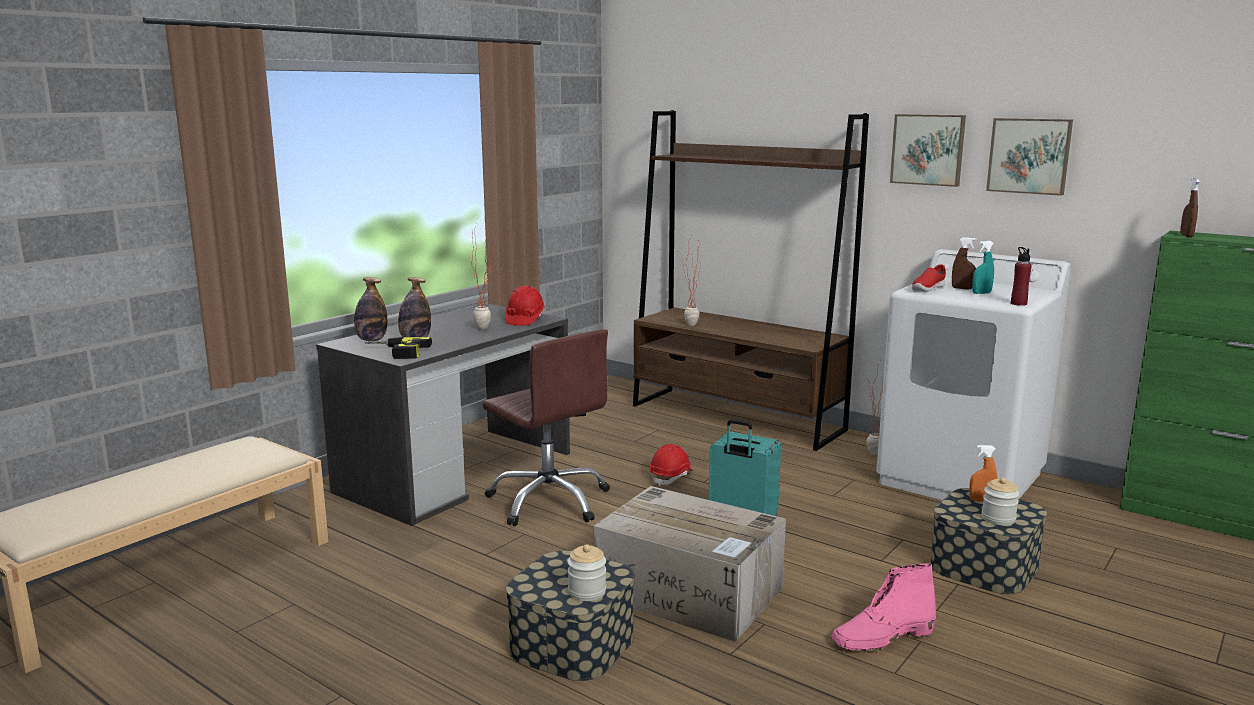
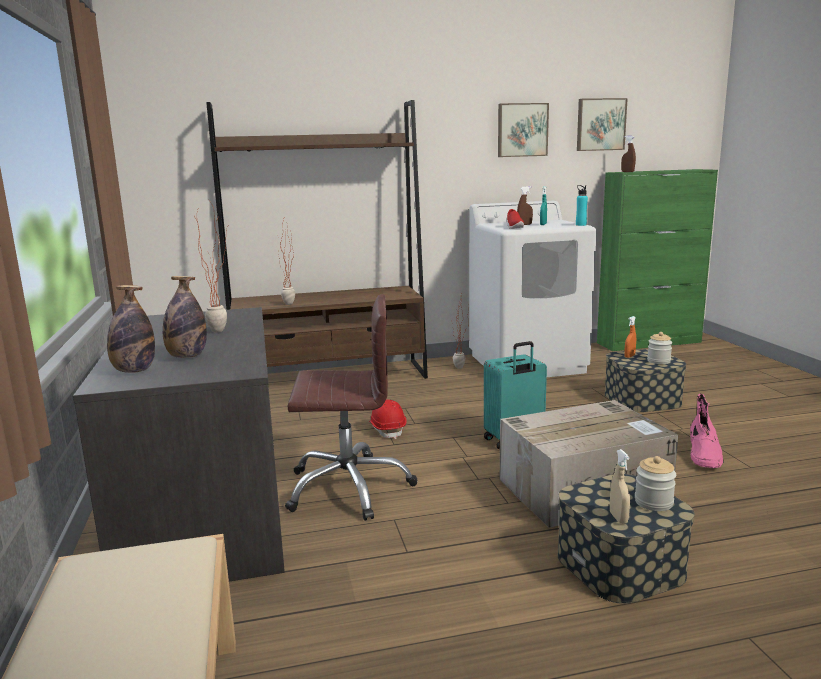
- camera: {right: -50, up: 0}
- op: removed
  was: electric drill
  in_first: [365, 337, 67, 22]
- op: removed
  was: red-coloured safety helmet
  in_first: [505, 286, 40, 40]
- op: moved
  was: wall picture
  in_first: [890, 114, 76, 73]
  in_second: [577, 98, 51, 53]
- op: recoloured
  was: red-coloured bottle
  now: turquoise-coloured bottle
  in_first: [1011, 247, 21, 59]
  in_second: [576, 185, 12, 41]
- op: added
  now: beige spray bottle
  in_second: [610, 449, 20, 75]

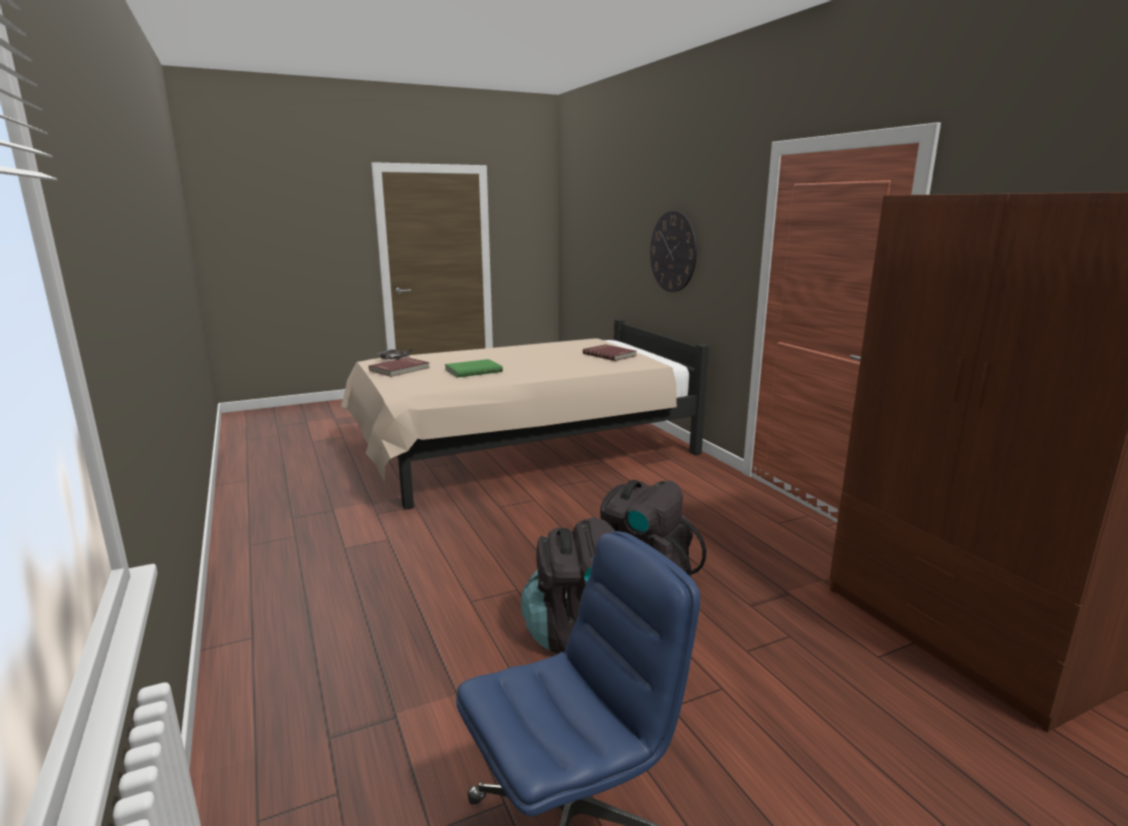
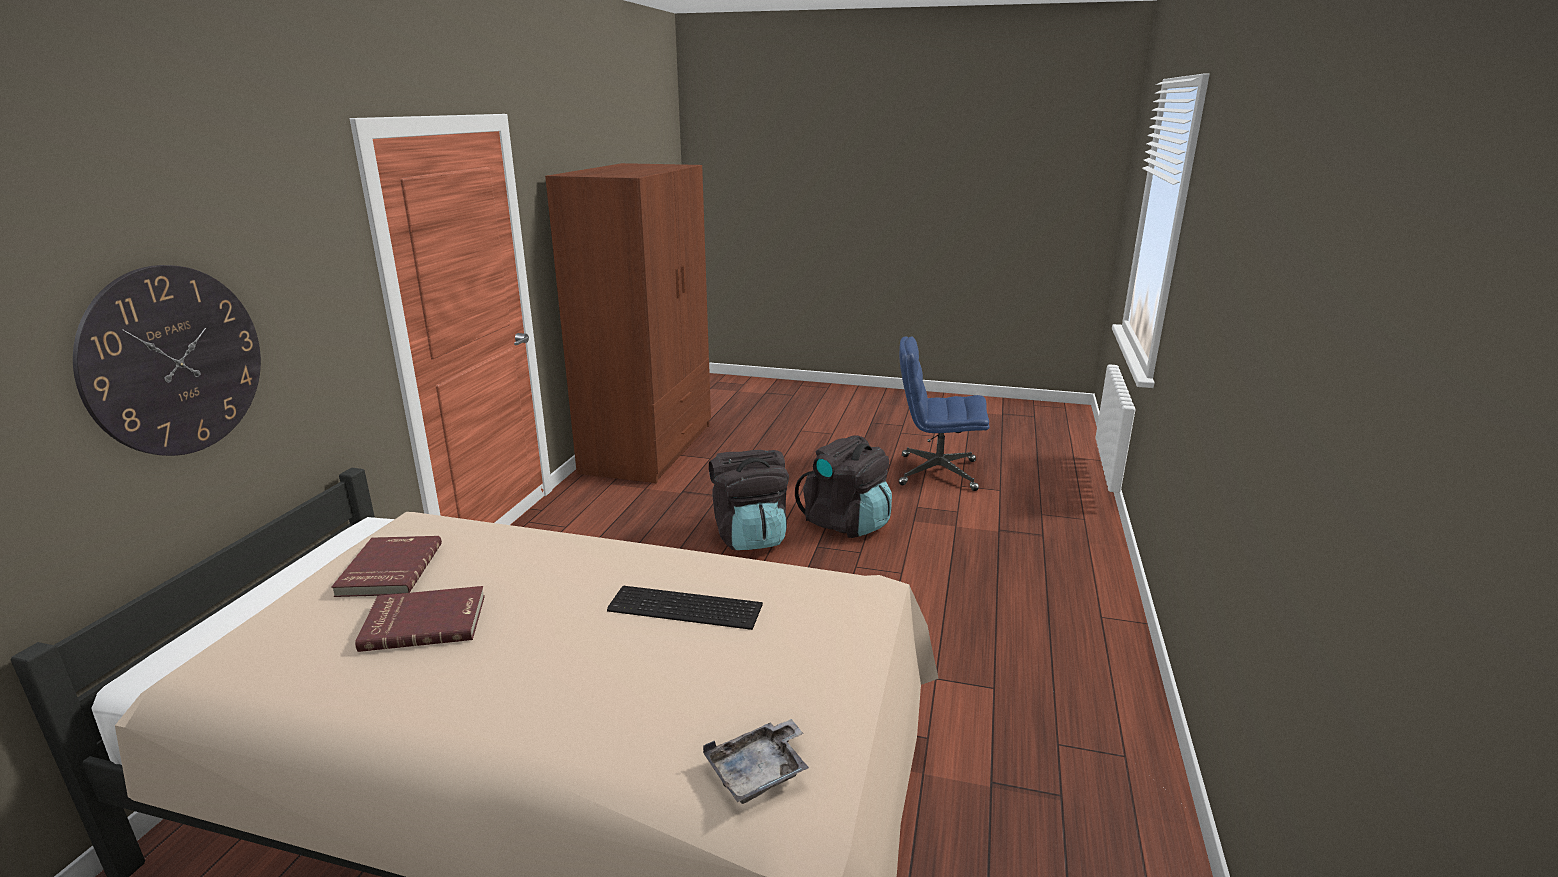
- camera: {right: -140, up: 5}
- op: moved
  was: red-coloured bound book
  in_first: [369, 357, 61, 20]
  in_second: [355, 586, 130, 66]
- op: replaced
  was: green-coloured bound book
  now: keyboard
  in_first: [445, 359, 58, 18]
  in_second: [607, 586, 156, 44]

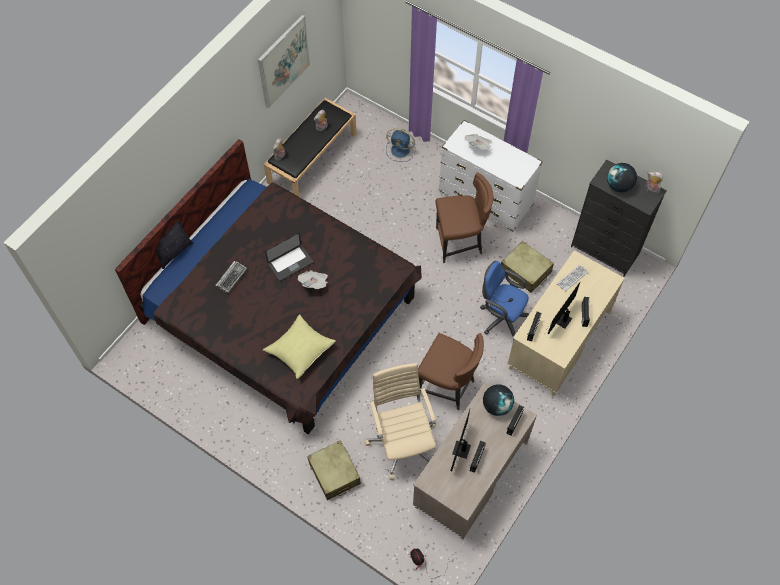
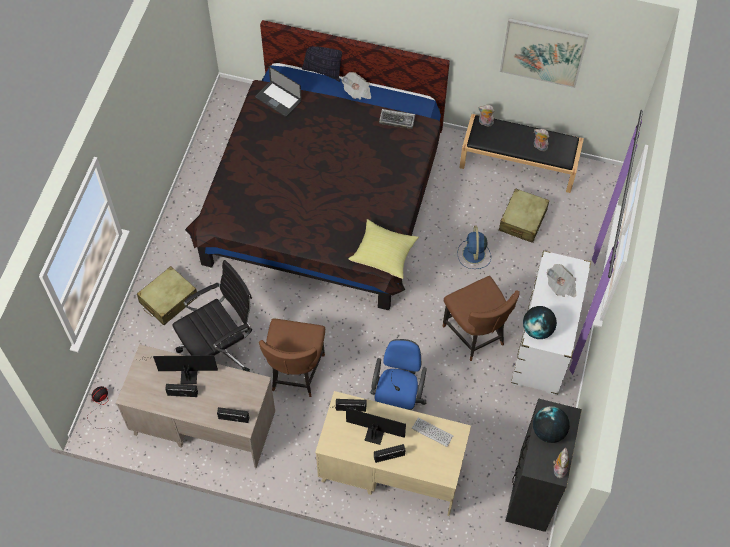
- camera: {right: 70, up: 0}
- op: moved
  was: keyboard
  in_first: [215, 261, 32, 33]
  in_second: [379, 109, 36, 20]
- op: moved
  was: yellow cushion
  in_first: [263, 314, 73, 65]
  in_second: [348, 219, 71, 60]
- op: moved
  was: laptop
  in_first: [265, 233, 48, 48]
  in_second: [255, 66, 47, 51]
- op: moved
  was: printed paper
  in_first: [298, 270, 30, 19]
  in_second: [341, 72, 30, 28]
- op: recoloured
  was: beige computer chair
  now: black-coloured computer chair
  in_first: [365, 363, 71, 117]
  in_second: [173, 260, 79, 112]
- op: moved
  was: bluish fan
  in_first: [386, 128, 29, 34]
  in_second: [458, 225, 33, 44]
- op: moved
  was: desk globe
  in_first: [483, 385, 31, 31]
  in_second: [523, 306, 34, 33]
- op: moved
  was: beige piece of luggage
  in_first: [501, 241, 53, 51]
  in_second: [499, 188, 50, 55]

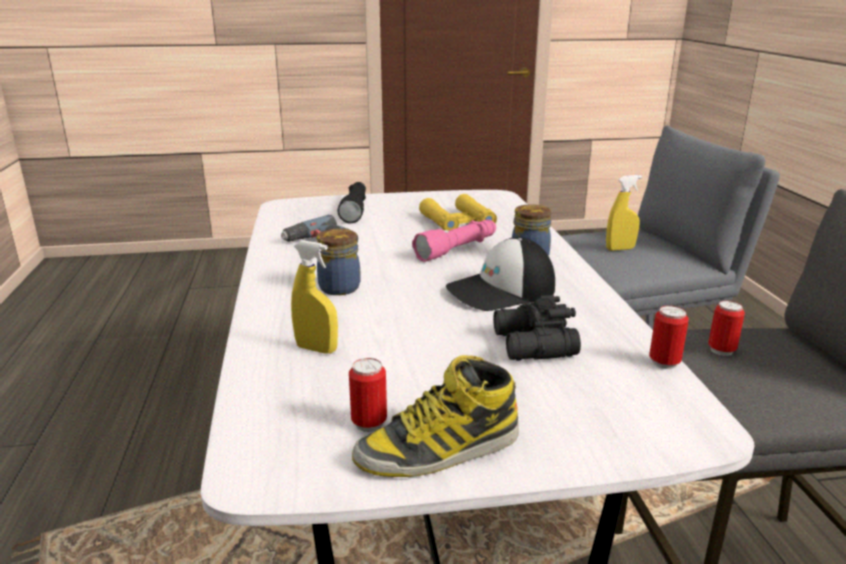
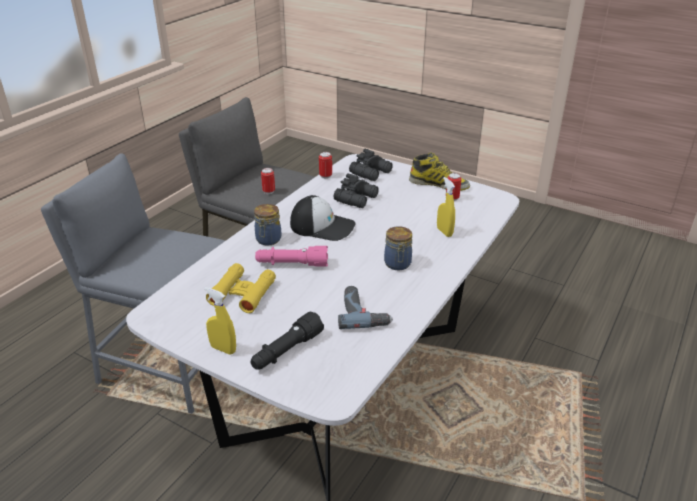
- camera: {right: -140, up: 10}
- op: moved
  was: yellow spray bottle
  in_first: [606, 175, 36, 76]
  in_second: [204, 287, 32, 67]
- op: added
  now: black-coloured pair of binoculars
  in_second: [349, 149, 44, 32]

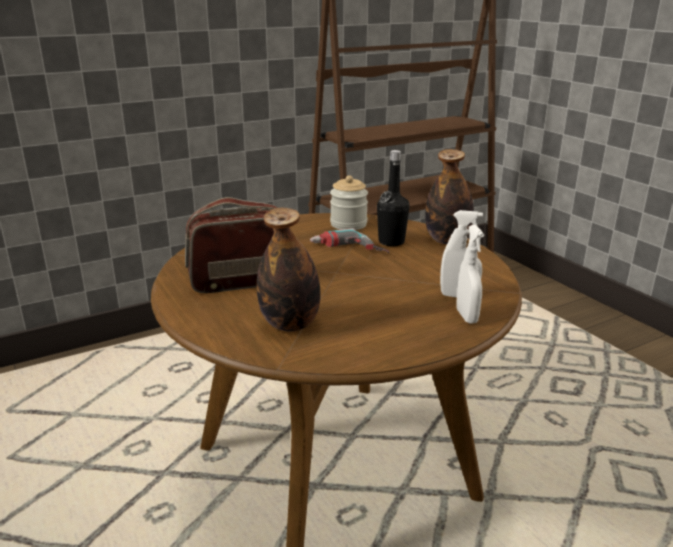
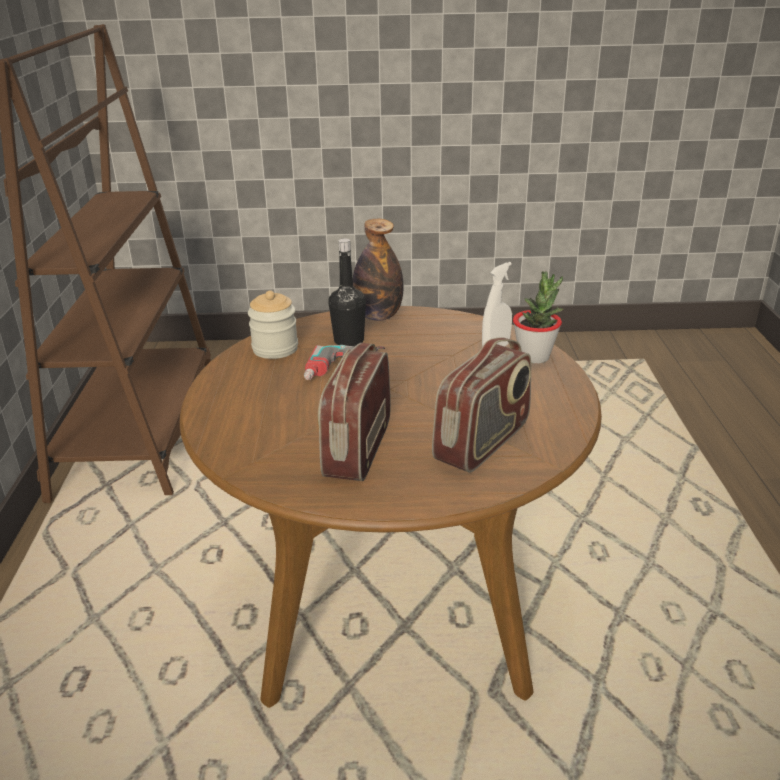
- camera: {right: -60, up: 5}
- op: replaced
  was: bottle
  now: radio receiver
  in_first: [257, 208, 64, 123]
  in_second: [432, 337, 99, 136]
- op: replaced
  was: white-coloured spray bottle
  now: houseplant
  in_first: [456, 225, 28, 99]
  in_second: [513, 271, 50, 93]

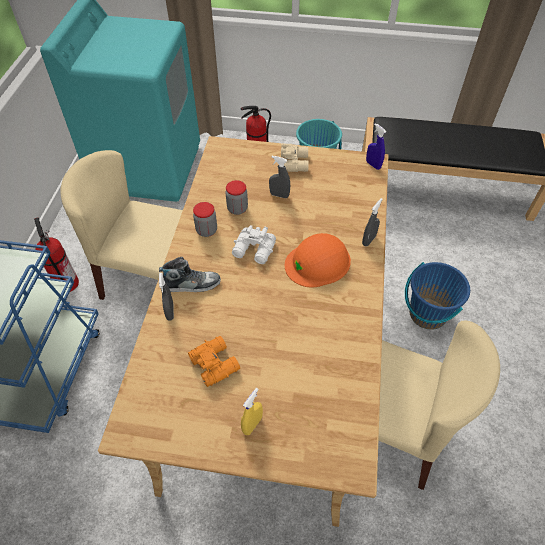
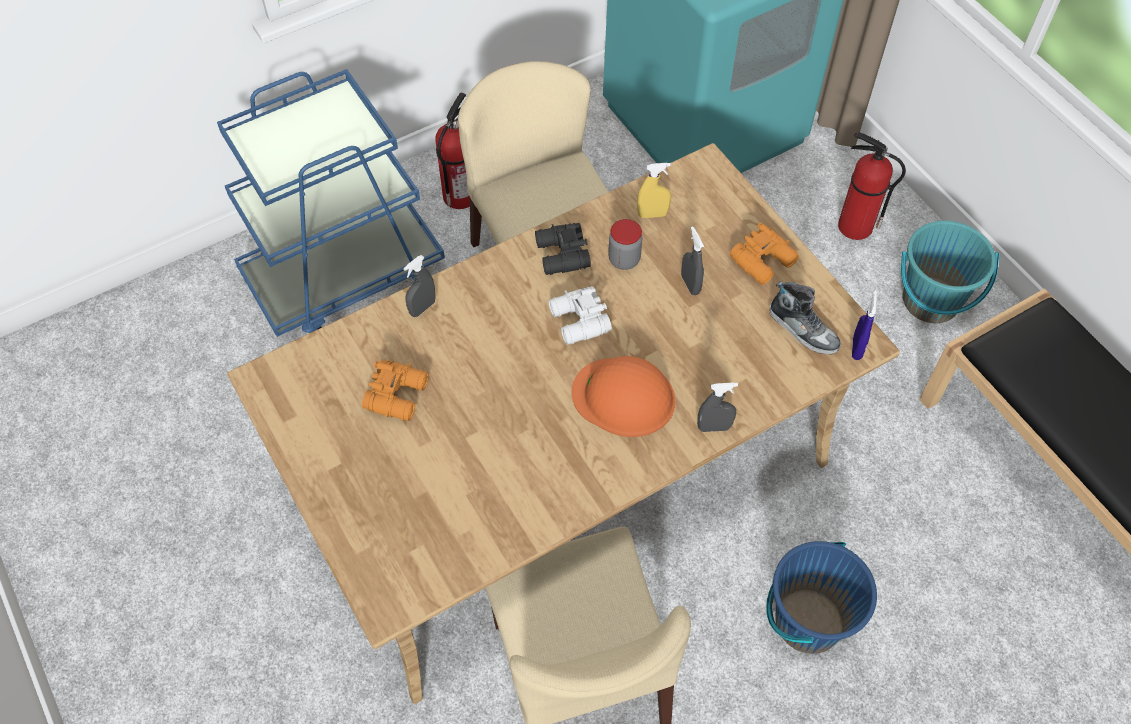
- camera: {right: 50, up: 5}
- op: moved
  was: shoe
  in_first: [159, 257, 62, 35]
  in_second: [770, 281, 71, 74]
- op: replaced
  was: storage jar
  now: black-coloured pair of binoculars
  in_first: [193, 202, 24, 35]
  in_second: [535, 223, 56, 52]
- op: moved
  was: yellow spray bottle
  in_first: [241, 388, 22, 47]
  in_second: [637, 163, 34, 55]
- op: recoloured
  was: beige pair of binoculars
  now: orange pair of binoculars
  in_first: [281, 144, 28, 28]
  in_second: [730, 222, 69, 63]

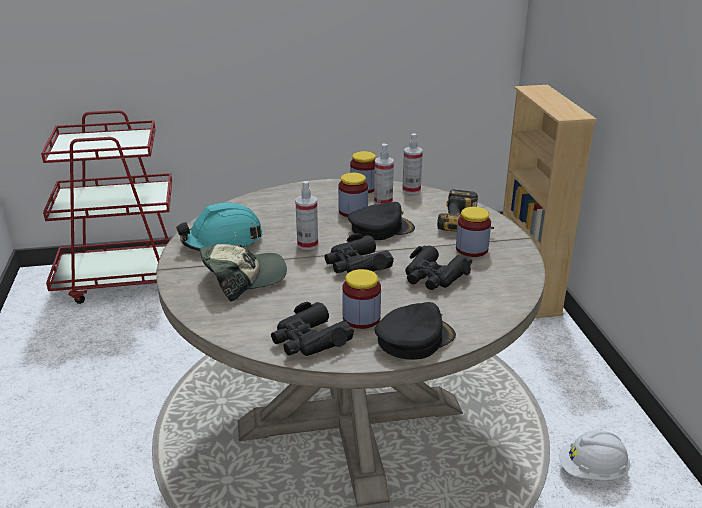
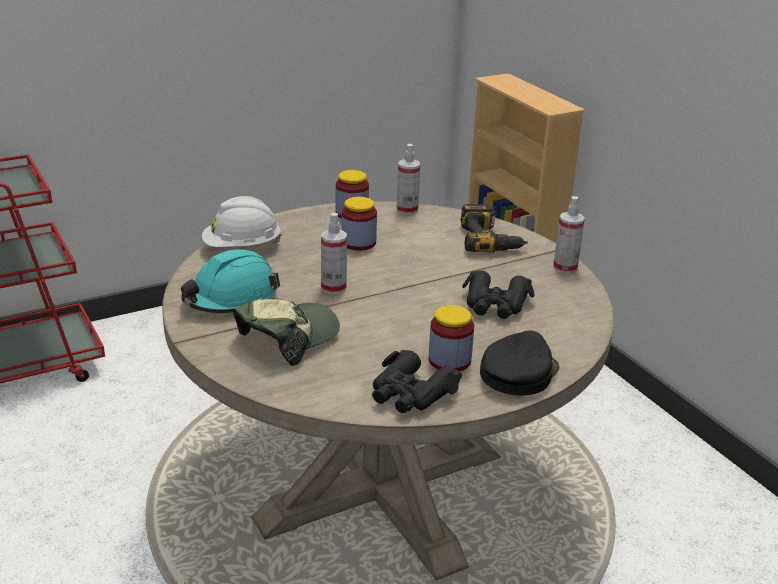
- camera: {right: -20, up: 0}
- op: removed
  was: black-coloured pair of binoculars
  in_first: [324, 233, 70, 40]
- op: removed
  was: black-coloured peaked cap
  in_first: [348, 202, 67, 38]
- op: moved
  was: spray bottle
  in_first: [374, 143, 20, 61]
  in_second: [553, 196, 32, 78]
- op: removed
  was: storage jar
  in_first: [456, 207, 35, 50]
- op: moved
  was: white-coloured safety helmet
  in_first: [559, 430, 72, 50]
  in_second: [202, 196, 80, 51]

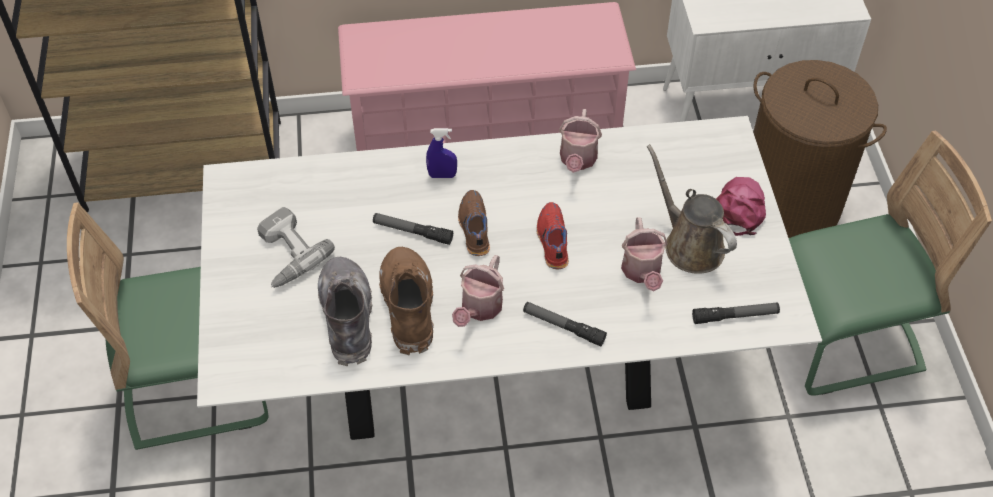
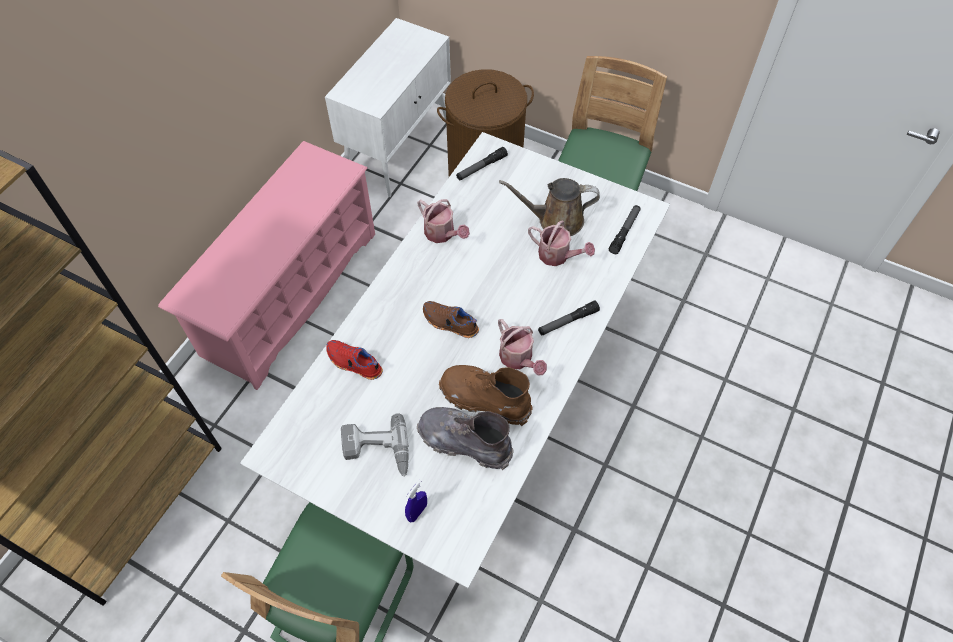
- camera: {right: -55, up: 5}
- op: moved
  was: torch
  in_first: [373, 213, 80, 32]
  in_second: [456, 147, 52, 33]
- op: moved
  was: bluish spray bottle
  in_first: [426, 128, 31, 50]
  in_second: [405, 480, 22, 42]
- op: moved
  was: red-coloured shoe
  in_first: [536, 202, 33, 67]
  in_second: [326, 340, 57, 40]
- op: removed
  was: pinkish peaked cap
  in_first: [716, 177, 50, 59]

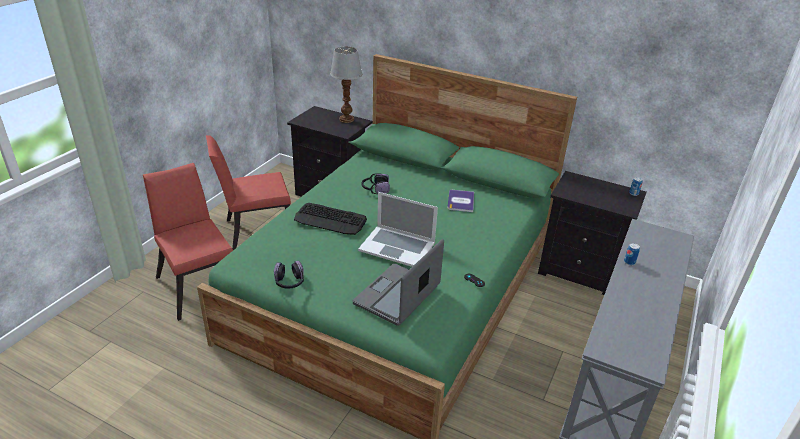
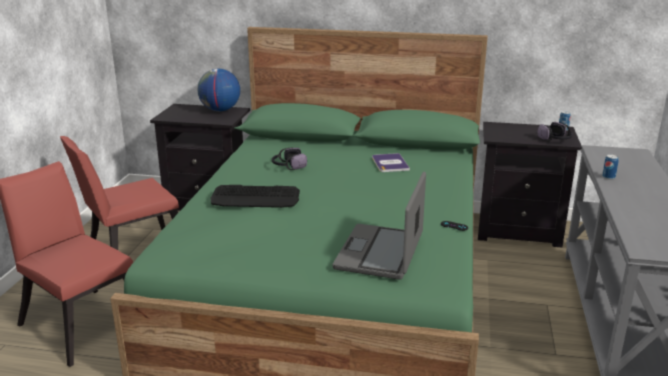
- camera: {right: -15, up: -10}
- op: moved
  was: pair of headphones
  in_first: [274, 261, 30, 28]
  in_second: [537, 122, 36, 20]
- op: replaced
  was: tabletop lamp
  now: desk globe
  in_first: [330, 46, 32, 77]
  in_second: [197, 69, 43, 42]
- op: removed
  was: laptop
  in_first: [358, 192, 80, 75]

